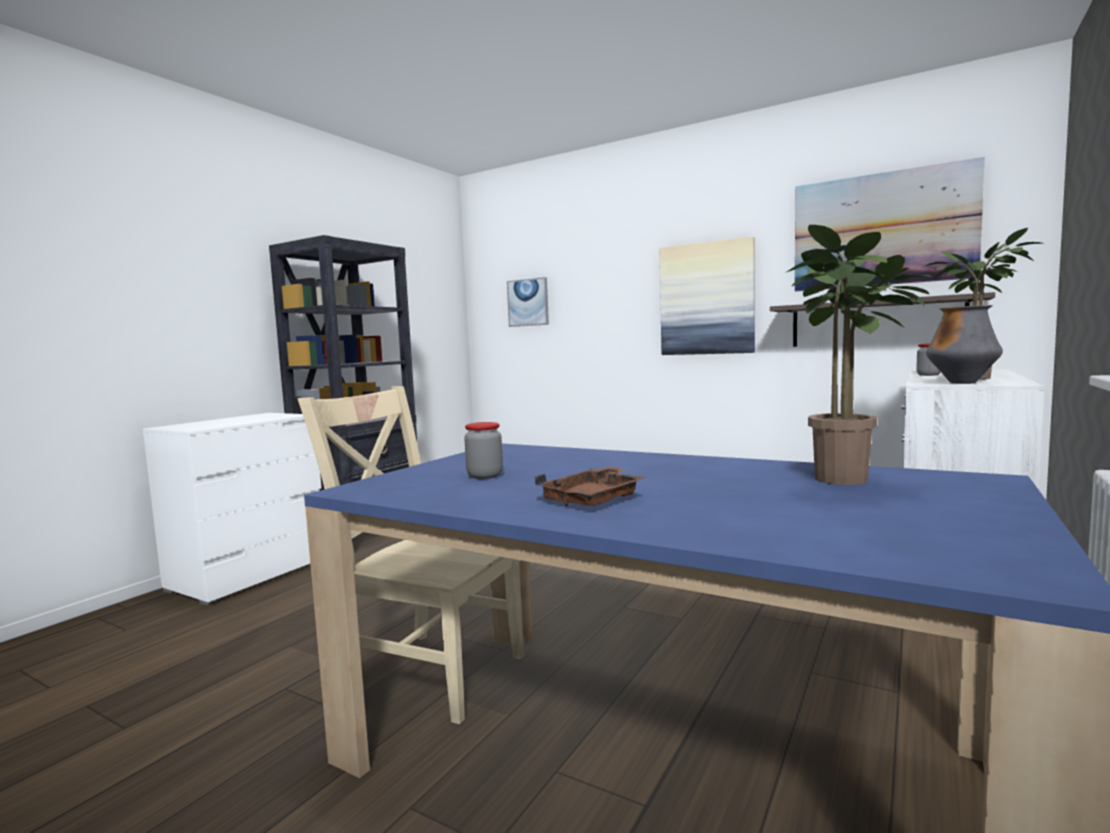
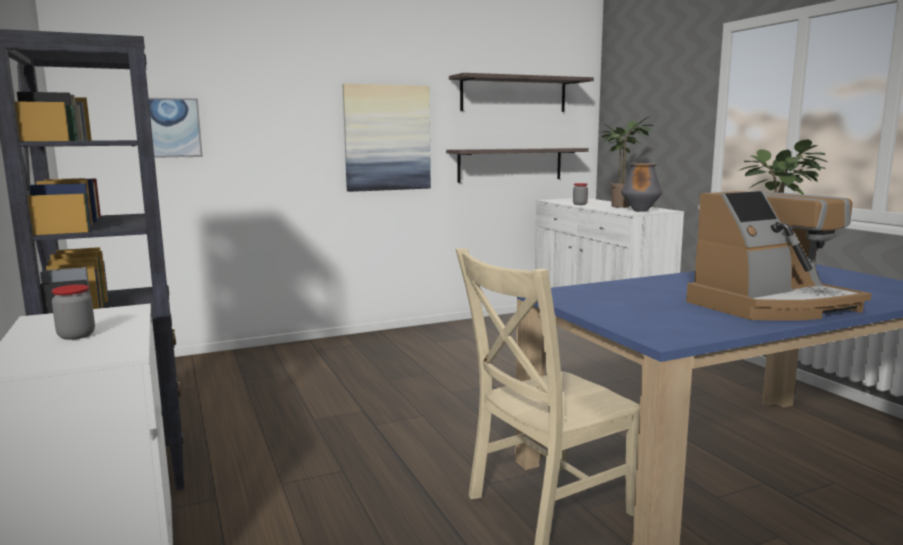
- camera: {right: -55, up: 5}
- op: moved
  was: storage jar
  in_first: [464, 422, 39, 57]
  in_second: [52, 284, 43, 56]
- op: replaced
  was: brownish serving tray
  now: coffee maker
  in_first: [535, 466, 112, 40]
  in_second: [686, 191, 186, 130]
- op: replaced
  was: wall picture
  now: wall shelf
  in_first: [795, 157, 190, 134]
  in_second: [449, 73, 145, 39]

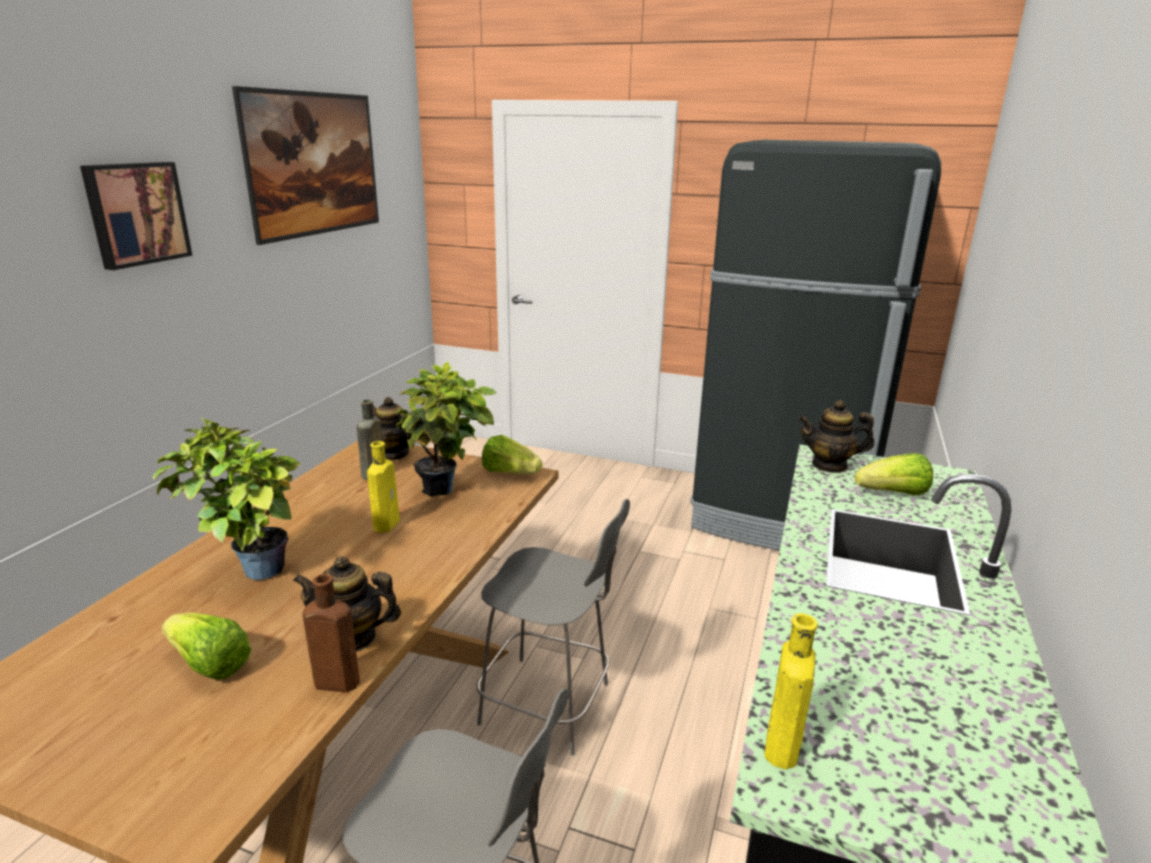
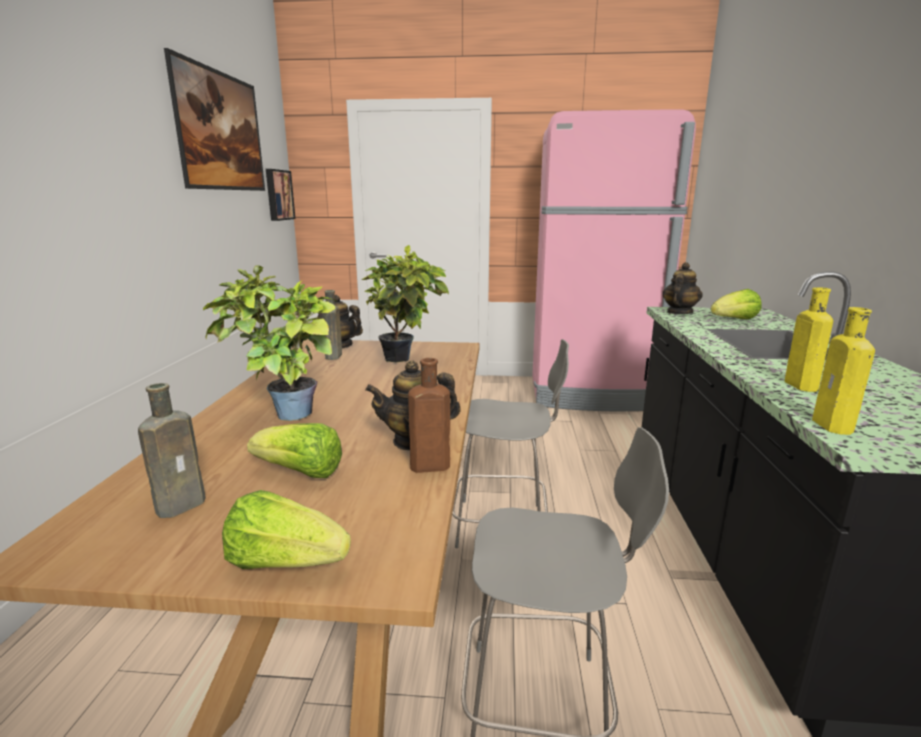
- camera: {right: -15, up: -5}
- op: moved
  was: wall picture
  in_first: [80, 162, 112, 108]
  in_second: [266, 169, 29, 52]
- op: moved
  was: yellow bottle
  in_first: [367, 441, 33, 92]
  in_second: [785, 287, 48, 105]
- op: moved
  was: lettuce head
  in_first: [482, 435, 60, 39]
  in_second: [222, 490, 129, 79]
- op: recoloured
  was: black-coloured fridge
  now: pinkish fridge
  in_first: [690, 140, 251, 411]
  in_second: [532, 109, 164, 302]
- op: turned
  was: tea pot
  in_first: [798, 400, 76, 73]
  in_second: [663, 262, 40, 52]
  clockwise: 135
- op: added
  now: brownish bottle
  in_second: [138, 383, 68, 135]

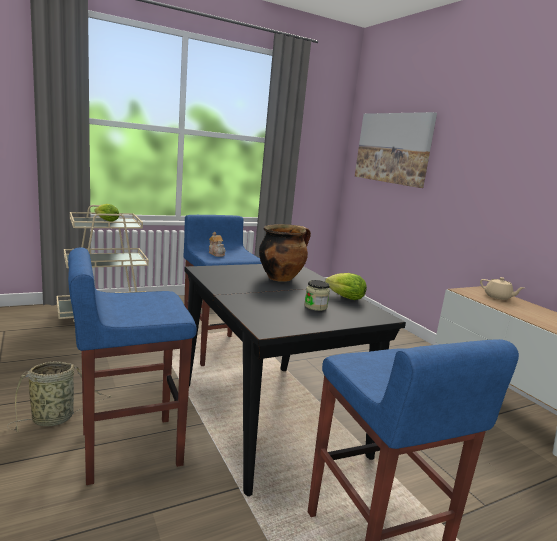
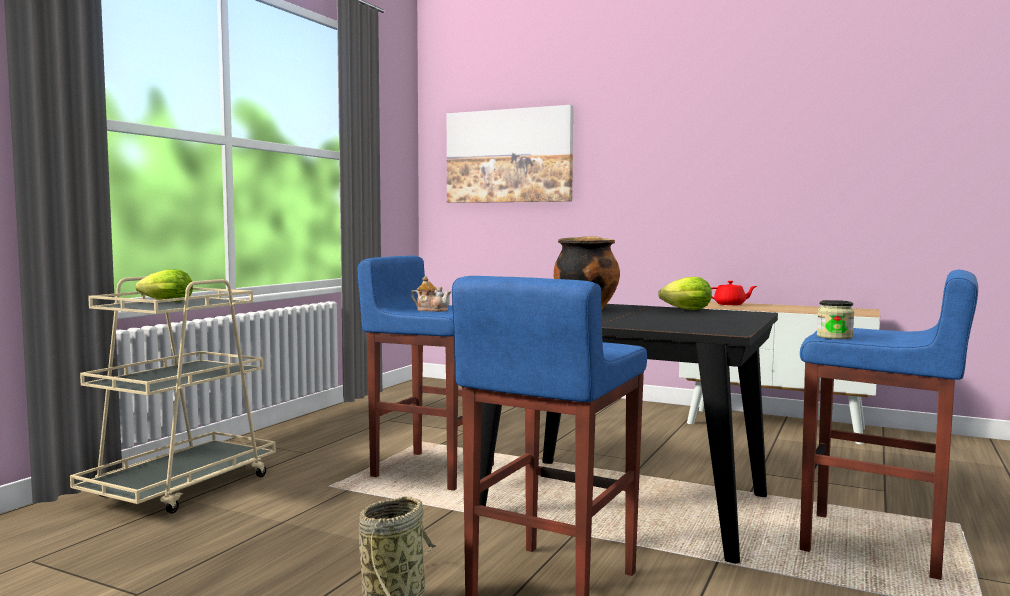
- camera: {right: -35, up: -10}
- op: moved
  was: storage jar
  in_first: [304, 280, 26, 31]
  in_second: [817, 300, 37, 39]
- op: recoloured
  was: beige tea pot
  now: red-coloured tea pot
  in_first: [480, 277, 44, 23]
  in_second: [711, 281, 46, 24]

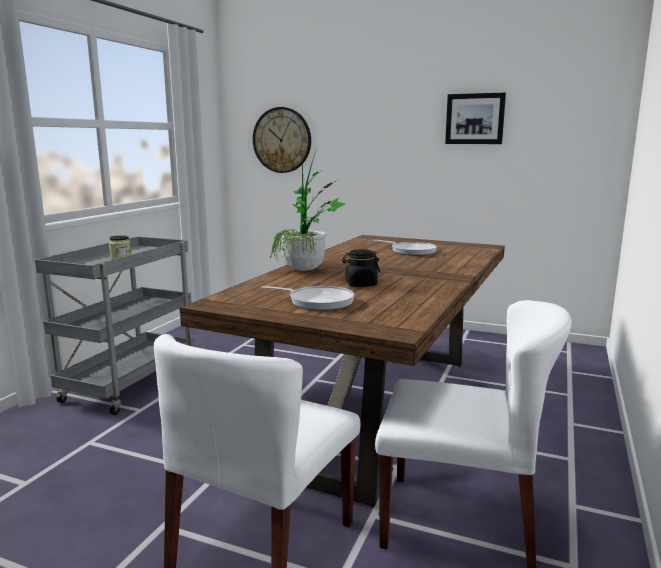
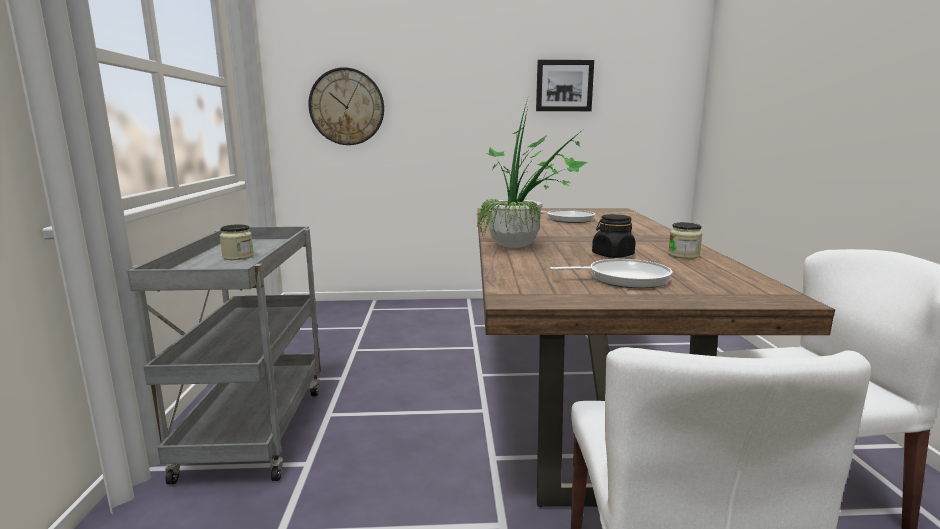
- camera: {right: -25, up: 0}
- op: added
  now: storage jar
  in_second: [668, 222, 34, 37]

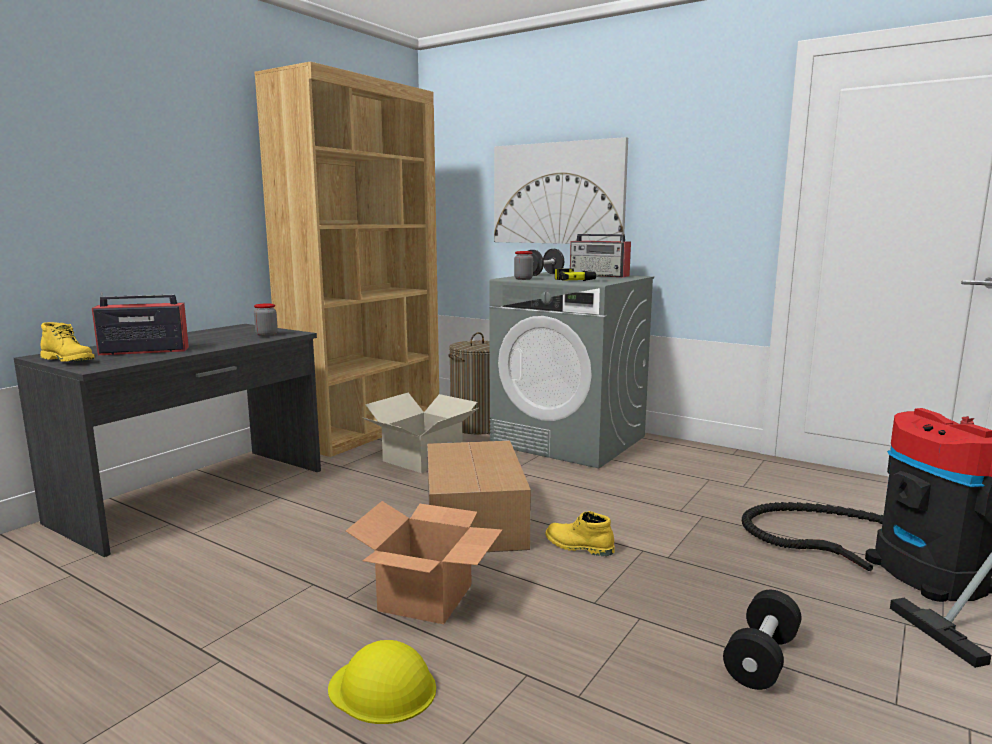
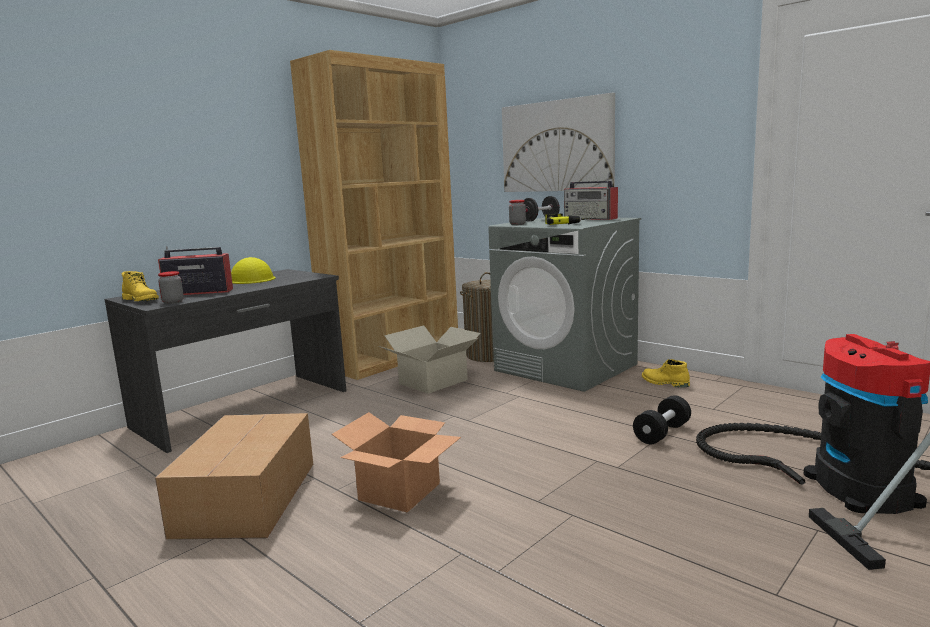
- camera: {right: 10, up: 0}
- op: moved
  was: storage jar
  in_first: [254, 303, 24, 34]
  in_second: [158, 271, 26, 33]
- op: moved
  was: yellow safety helmet
  in_first: [328, 640, 108, 84]
  in_second: [231, 257, 44, 27]
- op: moved
  was: packing box
  in_first: [427, 441, 104, 111]
  in_second: [155, 413, 158, 127]
- op: moved
  was: yellow boot
  in_first: [545, 511, 69, 45]
  in_second: [642, 359, 48, 29]
- op: moved
  was: black-coloured free weight
  in_first: [723, 590, 78, 100]
  in_second: [633, 395, 58, 49]

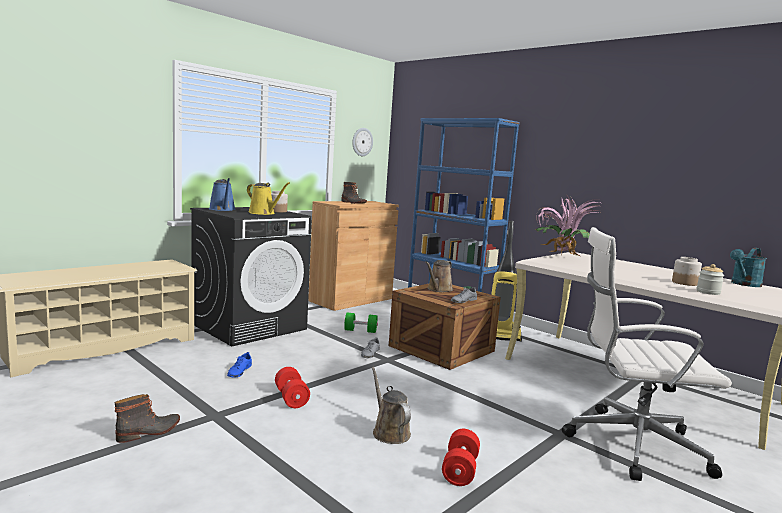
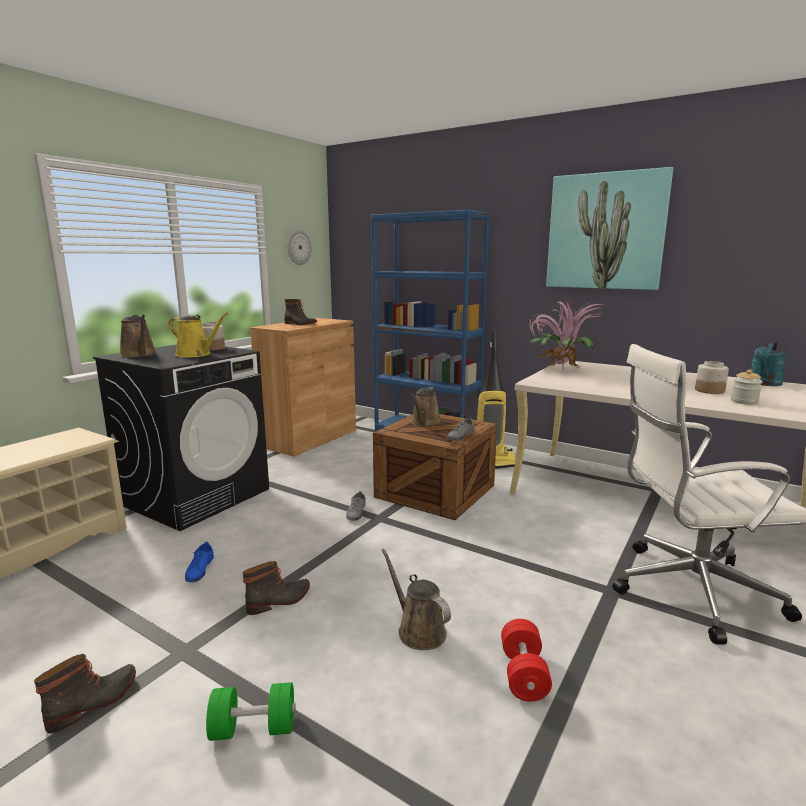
- camera: {right: -10, up: 5}
- op: recoloured
  was: bluish watering can
  now: brownish watering can
  in_first: [209, 178, 26, 33]
  in_second: [119, 315, 37, 42]
- op: replaced
  was: red-coloured free weight
  now: boot
  in_first: [275, 367, 35, 41]
  in_second: [243, 561, 67, 54]
- op: moved
  was: green-coloured free weight
  in_first: [344, 313, 34, 20]
  in_second: [206, 682, 89, 59]
- op: added
  now: wall picture
  in_second: [546, 167, 127, 123]

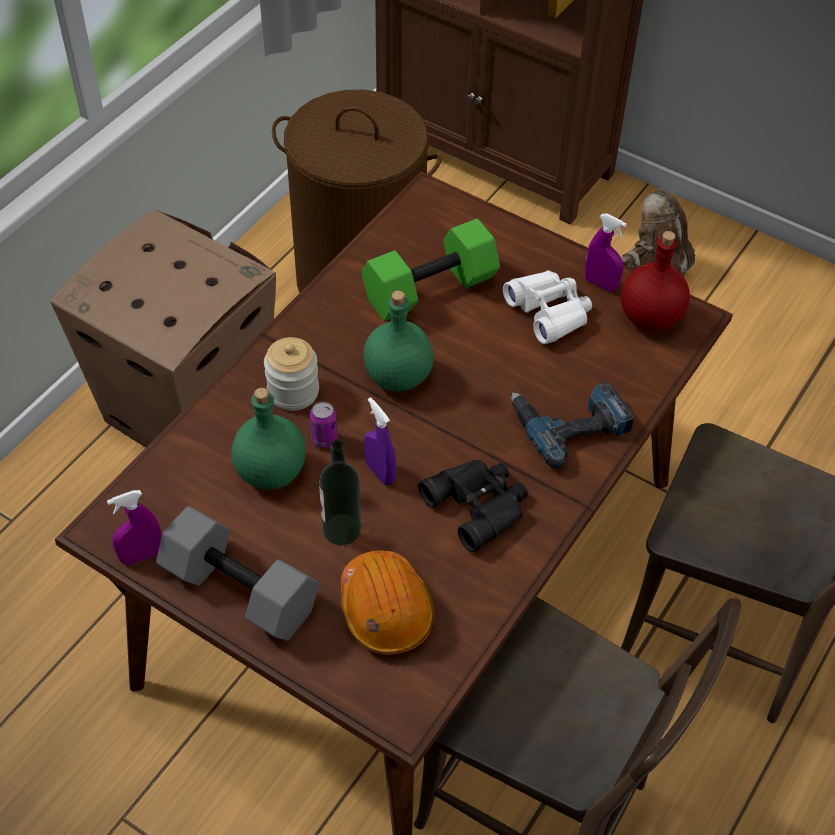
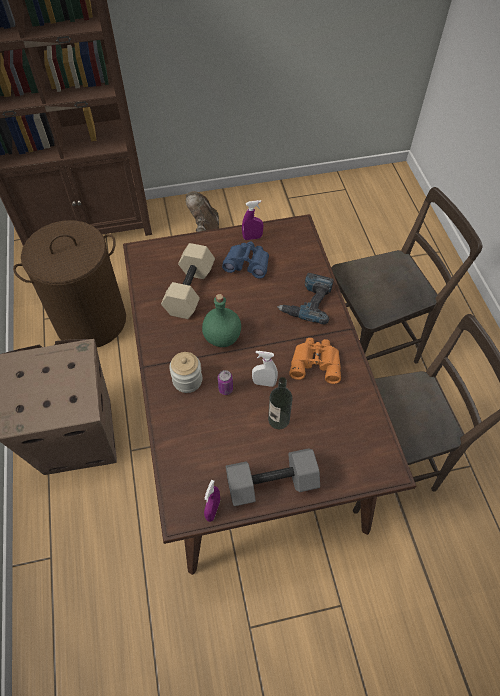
- camera: {right: -45, up: 5}
- op: removed
  was: green-coloured bottle
  in_first: [231, 388, 75, 101]
- op: removed
  was: orange safety helmet
  in_first: [341, 551, 93, 104]
- op: recoloured
  was: green-coloured free weight
  now: beige free weight
  in_first: [361, 219, 139, 102]
  in_second: [161, 243, 54, 76]
- op: recoloured
  was: purple spray bottle
  now: white-coloured spray bottle
  in_first: [364, 397, 32, 88]
  in_second: [252, 351, 26, 36]
- op: recoloured
  was: black-coloured pair of binoculars
  now: orange pair of binoculars
  in_first: [418, 460, 110, 93]
  in_second: [289, 338, 52, 46]
- op: recoloured
  was: white-coloured pair of binoculars
  now: bluish pair of binoculars
  in_first: [503, 271, 89, 73]
  in_second: [222, 241, 47, 37]
- op: removed
  was: red-coloured bottle
  in_first: [621, 231, 69, 100]

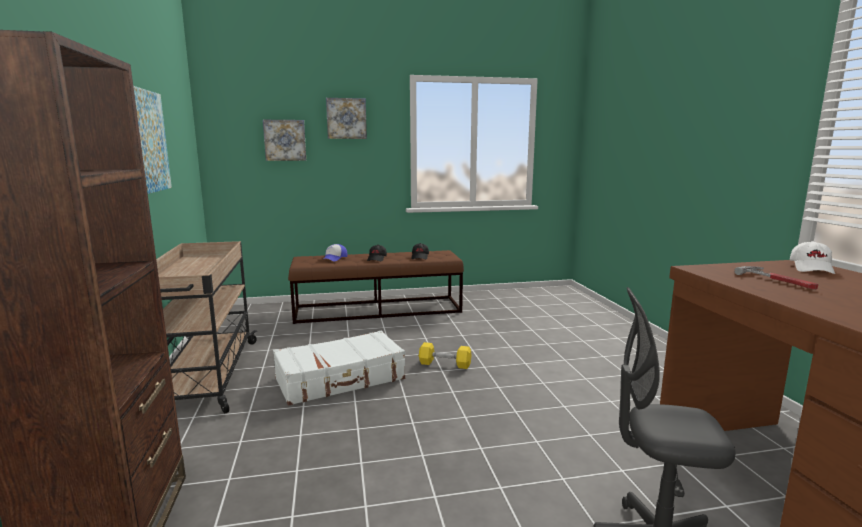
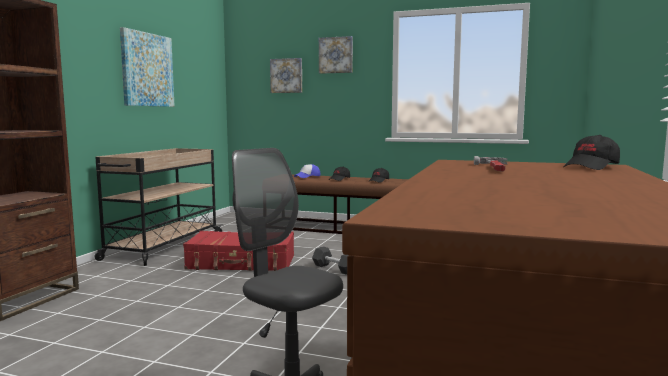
- camera: {right: 30, up: -5}
- op: recoloured
  was: white-coloured piece of luggage
  now: red-coloured piece of luggage
  in_first: [273, 331, 133, 75]
  in_second: [183, 231, 111, 40]
- op: recoloured
  was: yellow free weight
  now: grey free weight
  in_first: [419, 342, 52, 27]
  in_second: [312, 247, 36, 28]
- op: recoloured
  was: white-coloured peaked cap
  now: black-coloured peaked cap
  in_first: [790, 241, 45, 33]
  in_second: [564, 135, 56, 35]

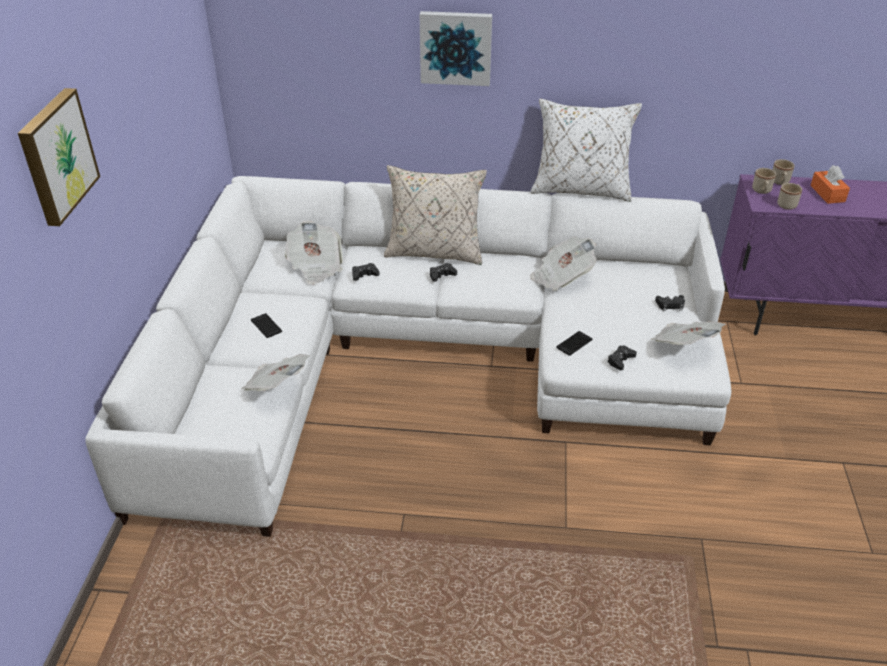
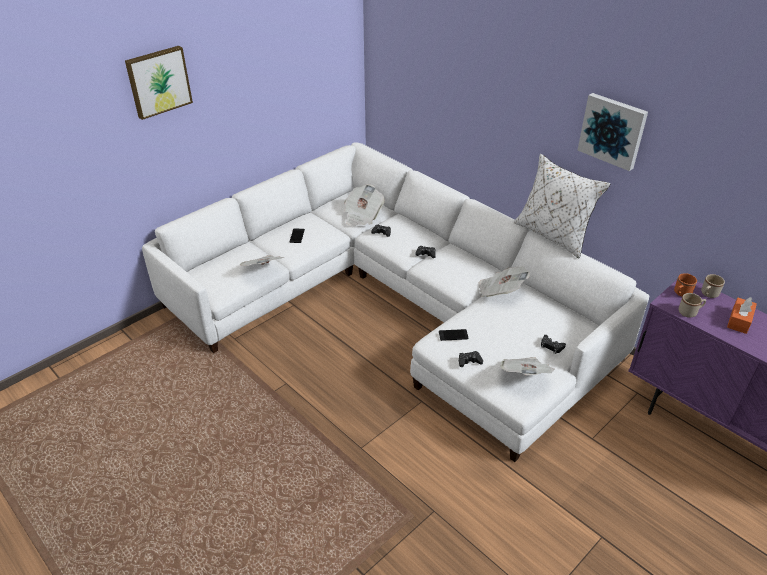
- camera: {right: 40, up: 0}
- op: removed
  was: beige cushion
  in_first: [384, 165, 103, 100]
- op: moved
  was: wall picture
  in_first: [420, 11, 72, 75]
  in_second: [578, 93, 70, 78]
- op: recoloured
  was: beige tea mug
  now: orange tea mug
  in_first: [752, 168, 24, 26]
  in_second: [674, 273, 23, 24]

